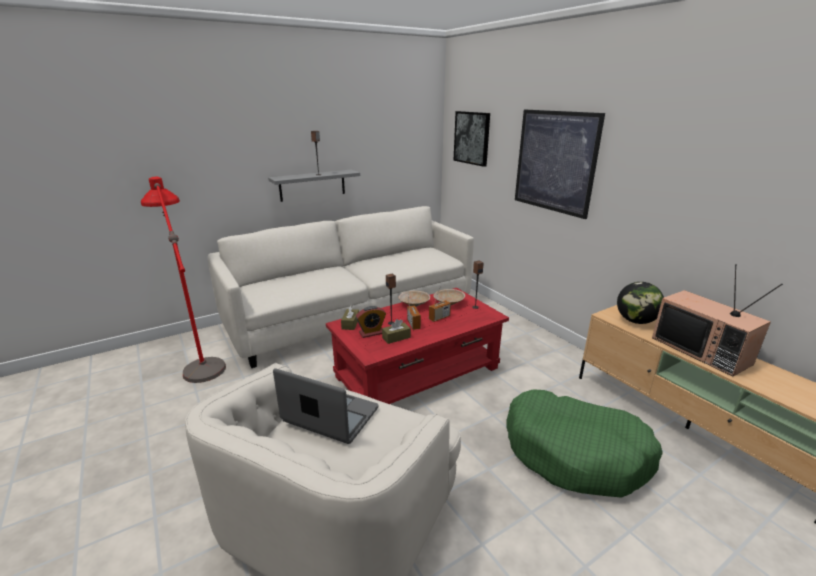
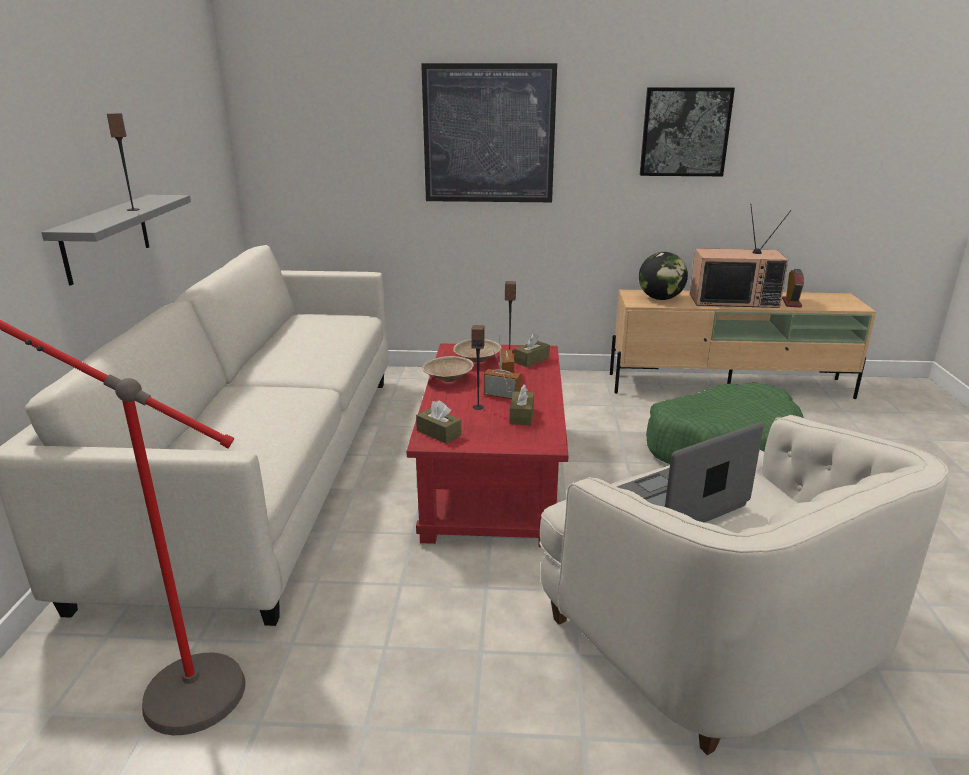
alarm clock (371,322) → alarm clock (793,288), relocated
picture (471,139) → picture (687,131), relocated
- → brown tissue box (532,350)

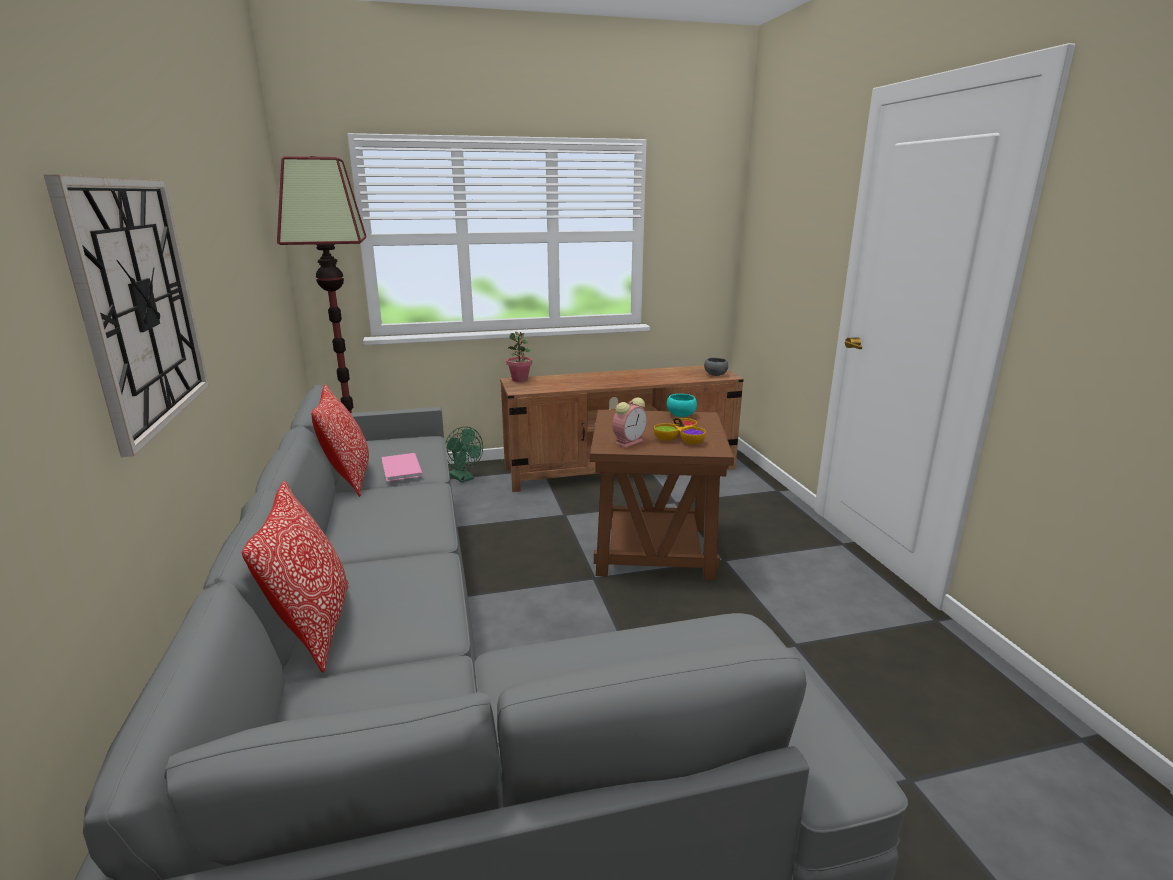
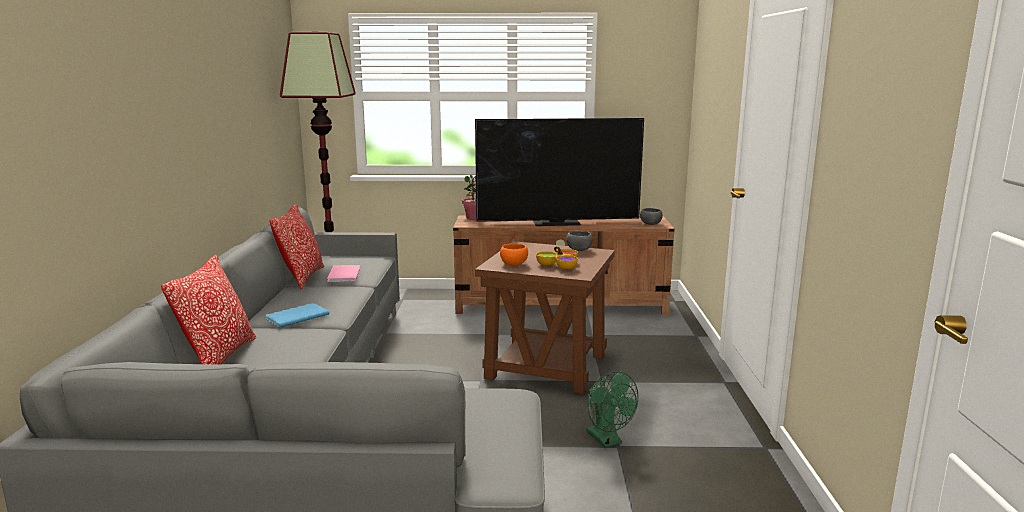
wall clock (126,316) → -
green fan (464,454) → green fan (612,409), relocated
alarm clock (629,422) → orange bowl (514,255)
turquoise bowl (682,405) → grey bowl (579,241)
- → blue book (297,315)
- → television (559,172)

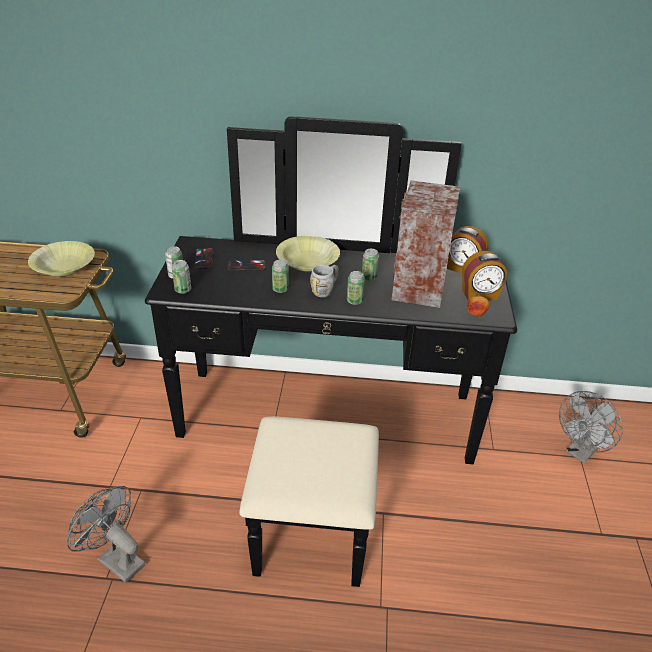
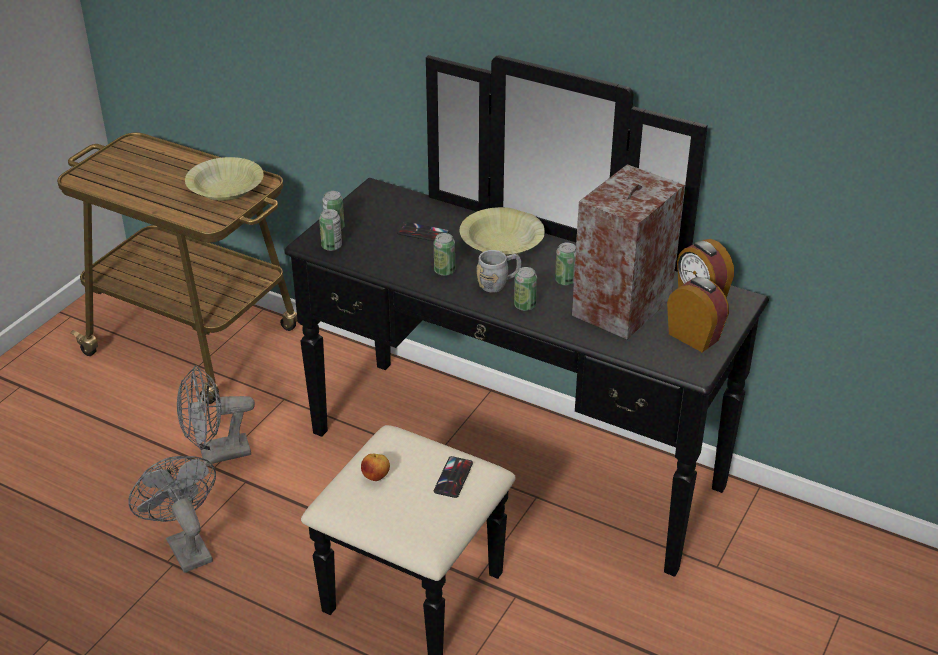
phone (203,258) → phone (453,477), relocated
alarm clock (484,276) → alarm clock (698,314), 150 degrees counterclockwise
apple (478,306) → apple (375,467), relocated
grey fan (591,427) → grey fan (216,415), relocated

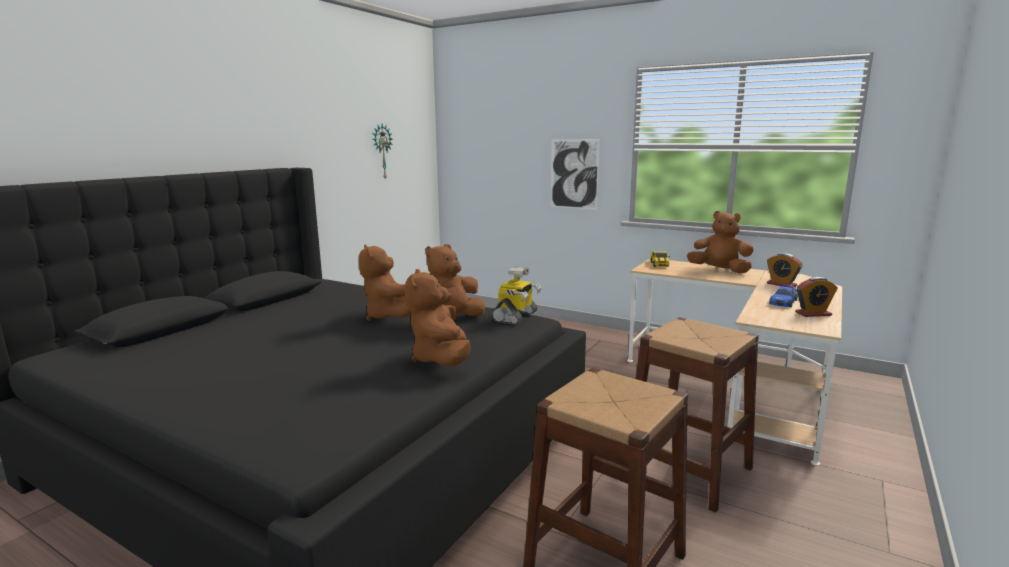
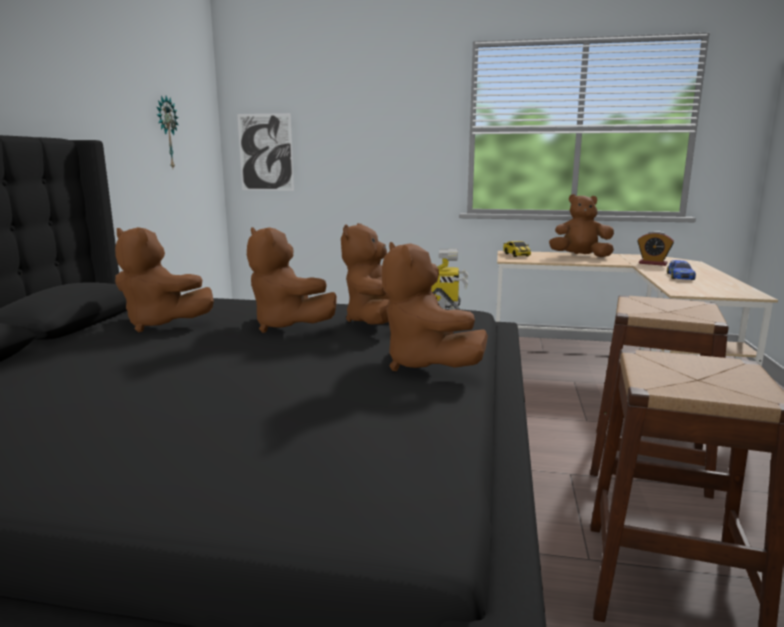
picture (575,174) → picture (265,152), relocated
alarm clock (816,297) → -
- → brown plush toy (164,280)

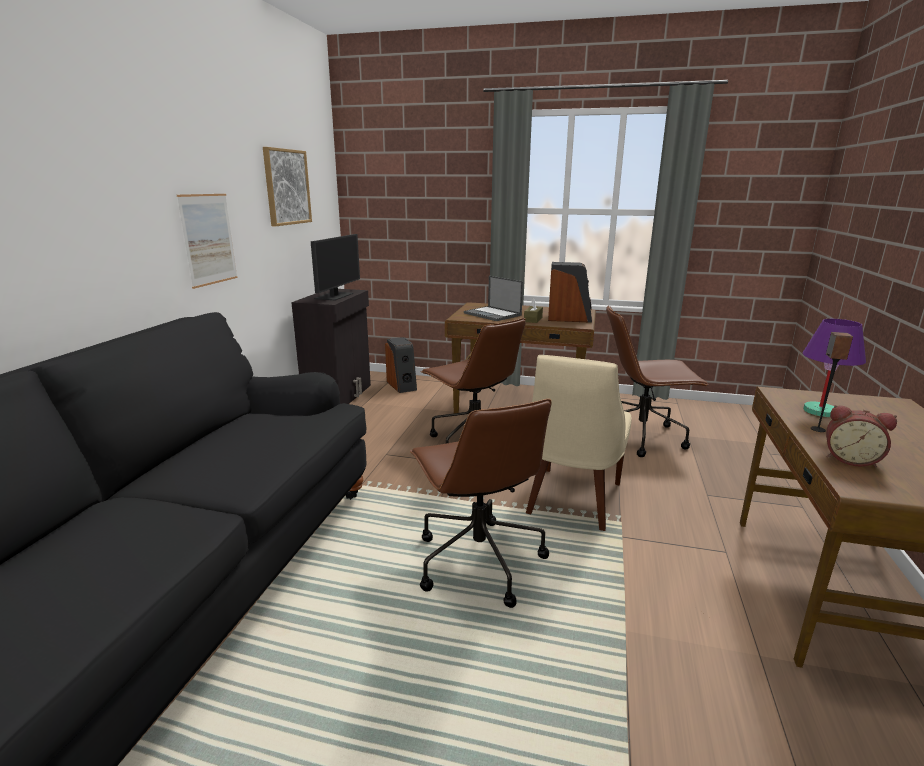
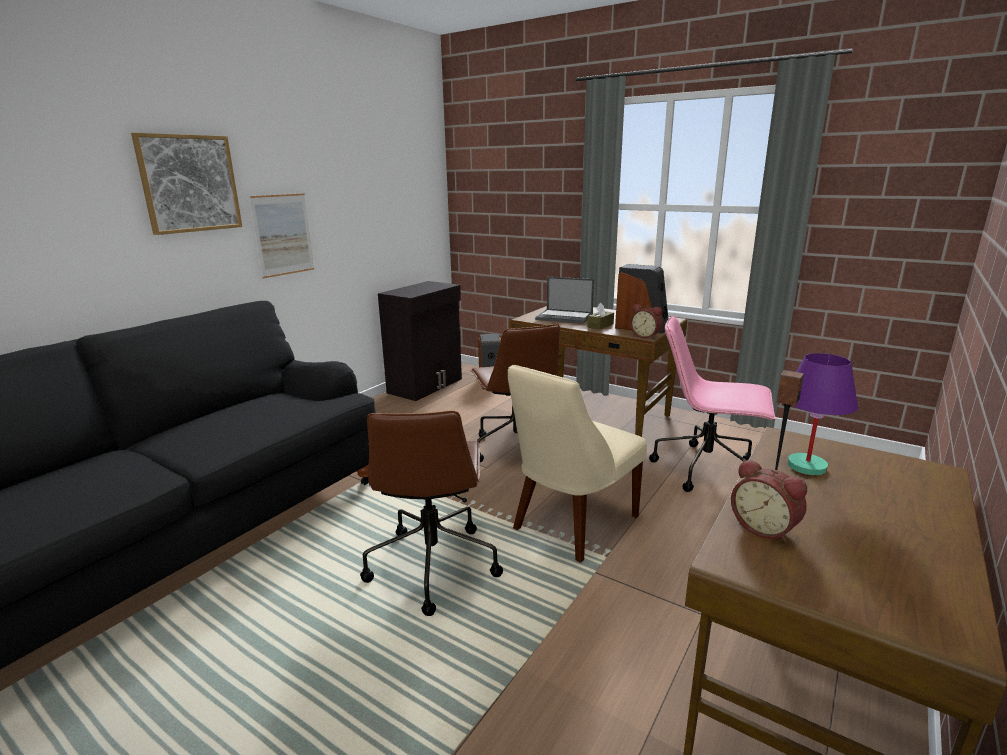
picture (287,186) → picture (186,184), relocated
monitor (335,267) → -
laptop (493,298) → laptop (564,300), 45 degrees counterclockwise
brown office chair (657,381) → pink office chair (712,404)
- → alarm clock (646,321)

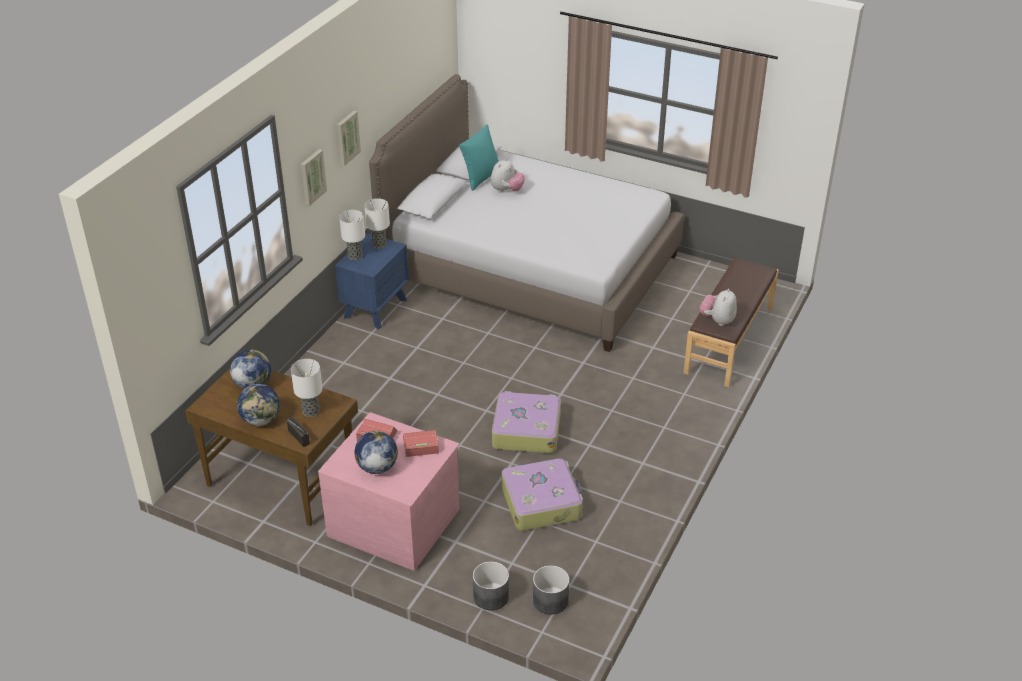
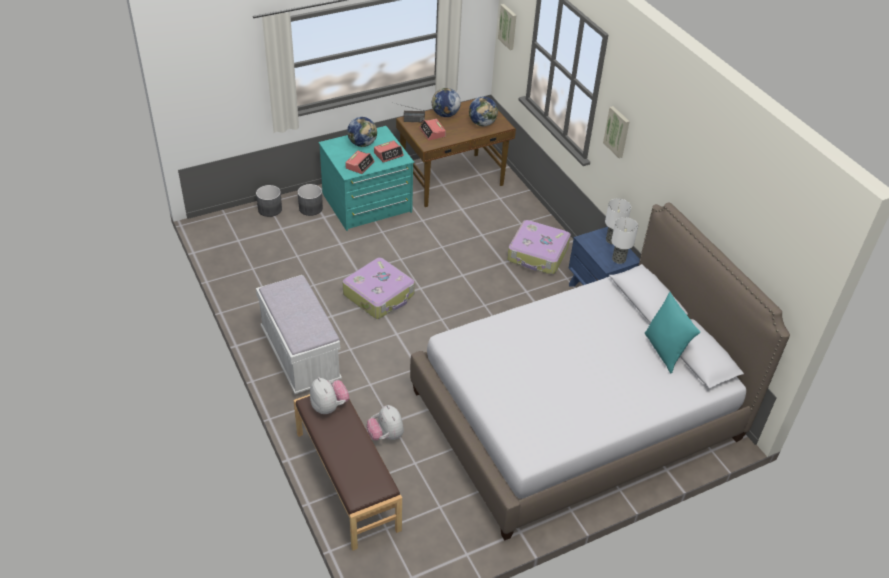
table lamp (307,388) → alarm clock (432,129)
pink dresser (388,491) → turquoise dresser (366,178)
picture (349,138) → picture (507,27), relocated
plush toy (507,175) → plush toy (385,422), relocated
suitcase (542,494) → suitcase (539,247), relocated
grey planter (551,589) → grey planter (310,200), relocated
- → white bench (299,334)

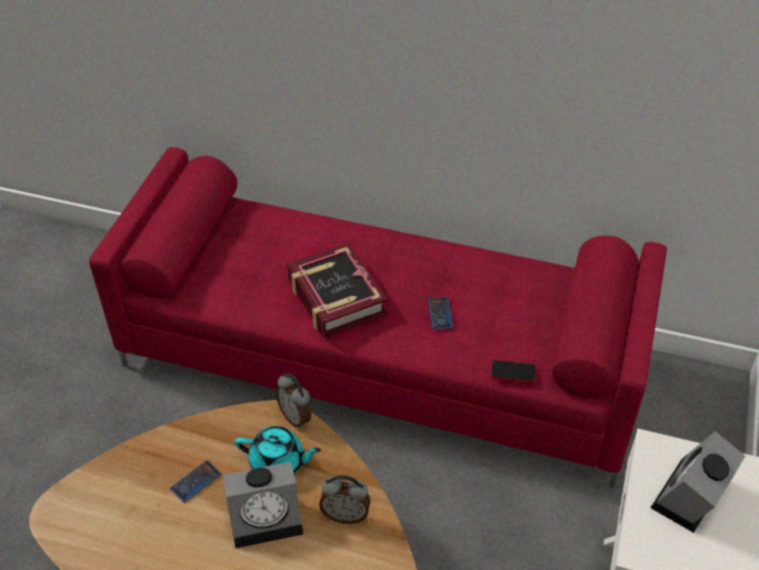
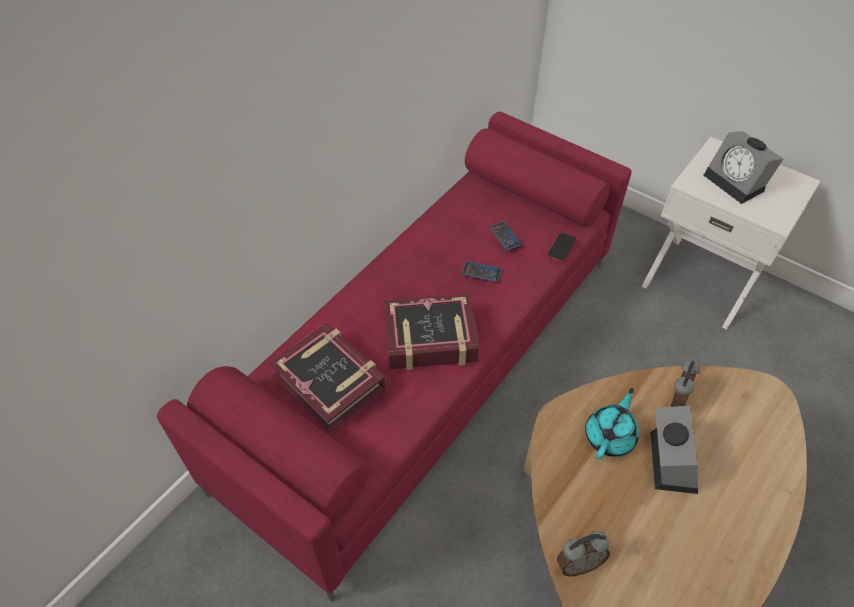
phone (195,481) → phone (505,236), relocated
alarm clock (293,400) → alarm clock (583,553), relocated
- → book (328,378)

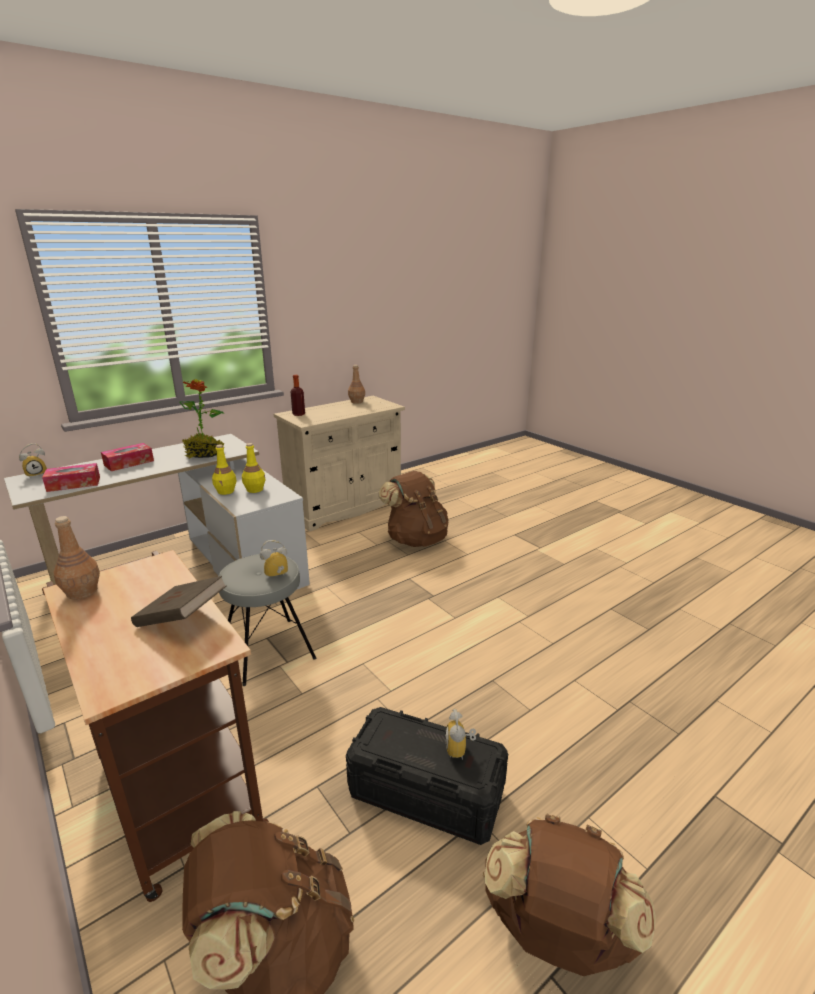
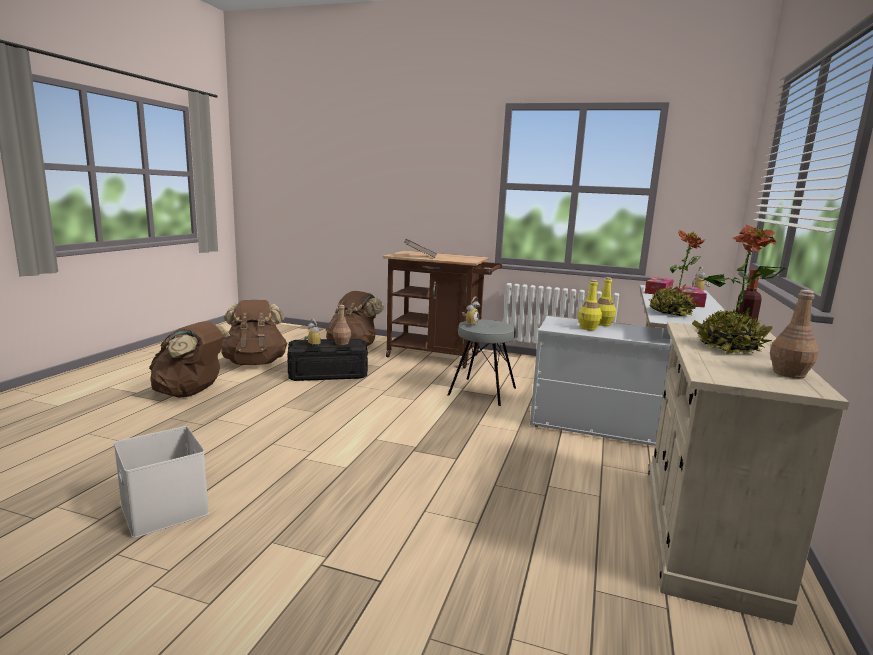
brown bottle (77,558) → brown bottle (342,325), relocated
brown backpack (413,509) → brown backpack (189,359), relocated
- → white storage box (161,482)
- → potted plant (738,289)

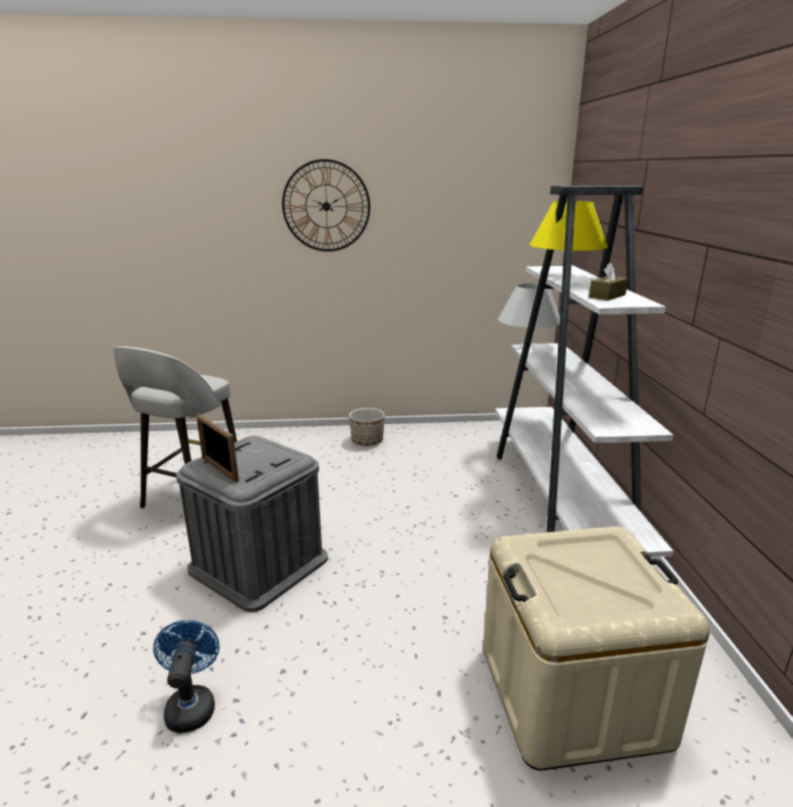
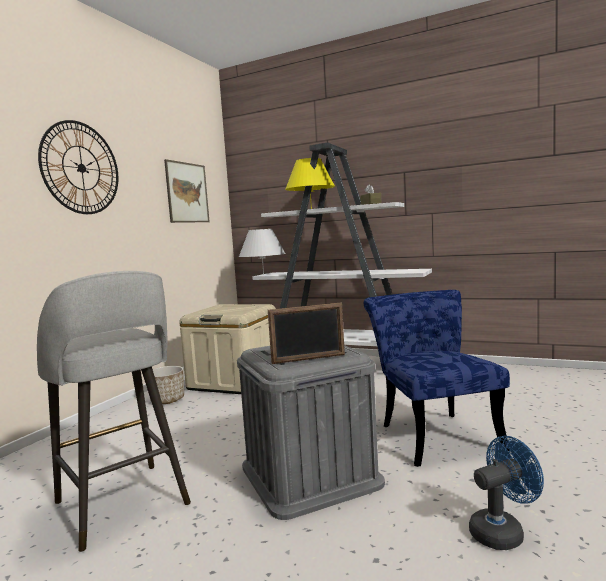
blue fan (186,676) → blue fan (506,493), 135 degrees clockwise
beige storage box (596,648) → beige storage box (227,349), relocated
- → picture (187,191)
- → blue chair (437,378)

